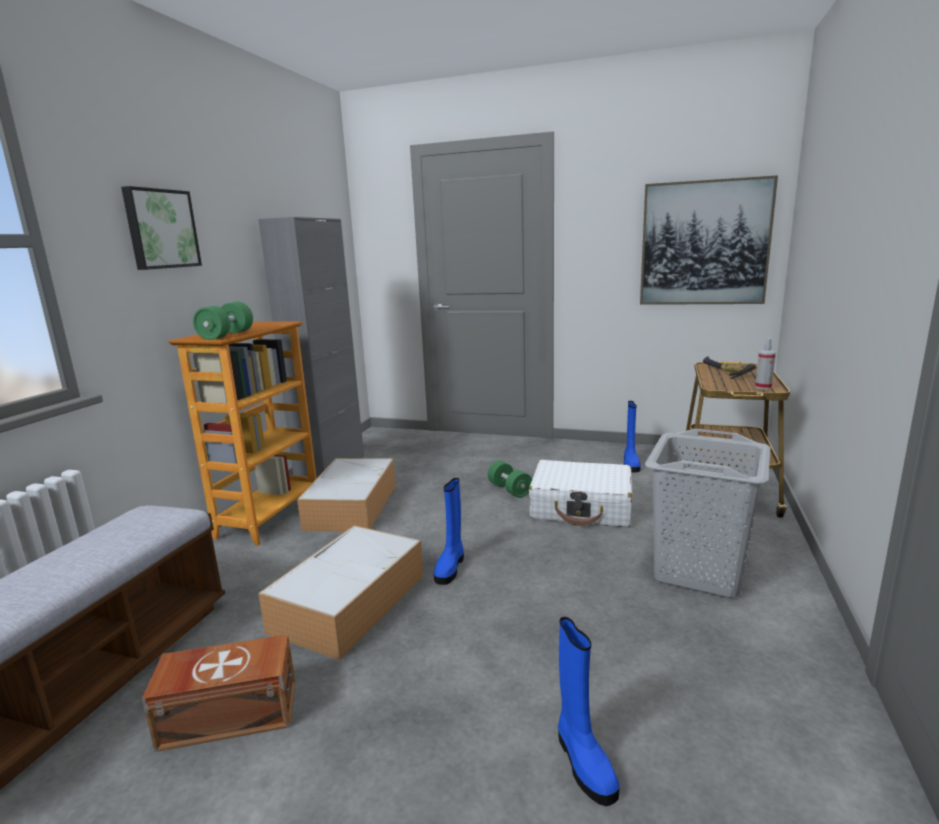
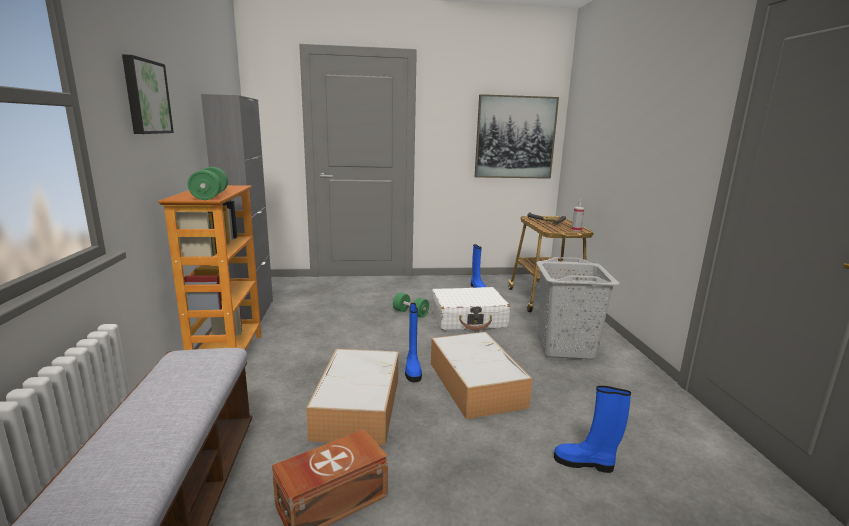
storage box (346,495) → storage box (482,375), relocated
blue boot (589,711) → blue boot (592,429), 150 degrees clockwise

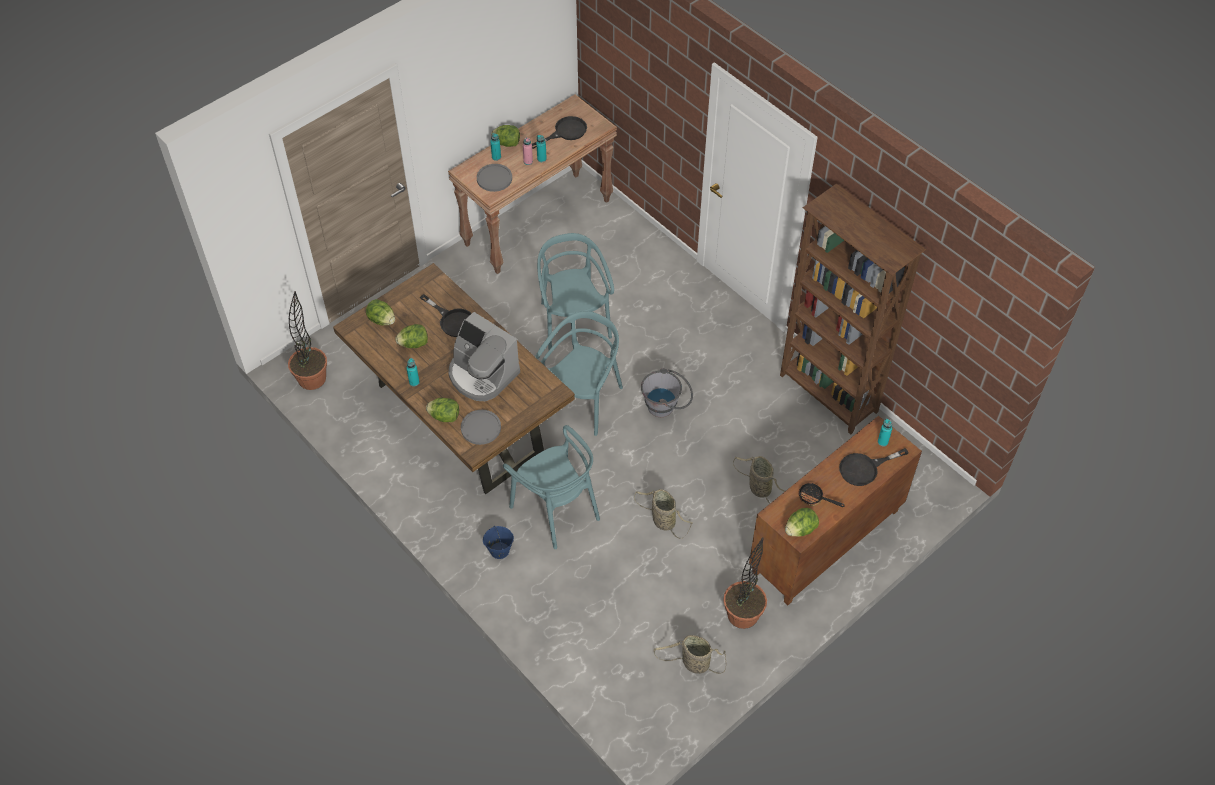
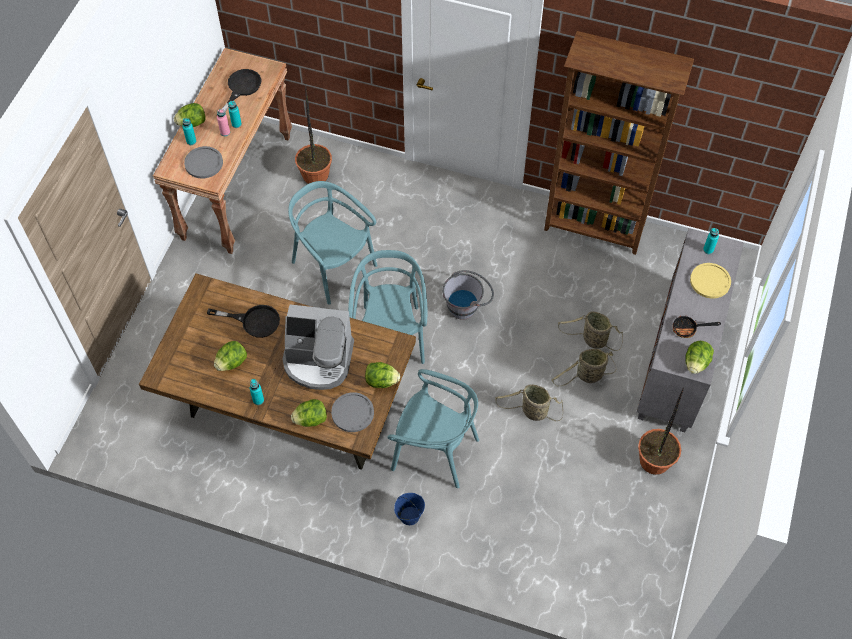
potted plant (307,340) → potted plant (313,135), relocated
lettuce (380,312) → lettuce (382,375), relocated
basket (690,654) → basket (584,367), relocated
brown cabinet (835,510) → grey cabinet (690,330)
black frying pan (873,467) → yellow plate (710,280)

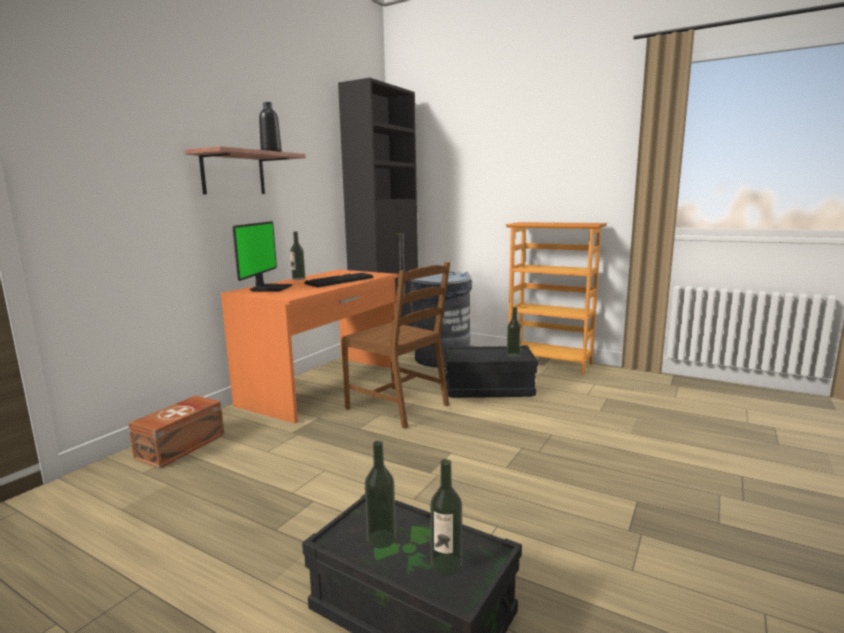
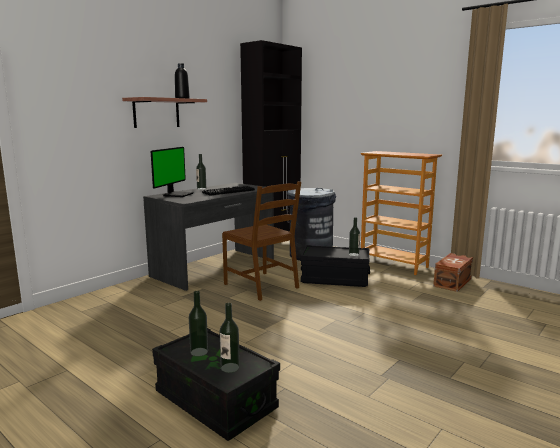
brown storage box (176,432) → brown storage box (453,272), relocated
orange desk (309,346) → grey desk (208,237)

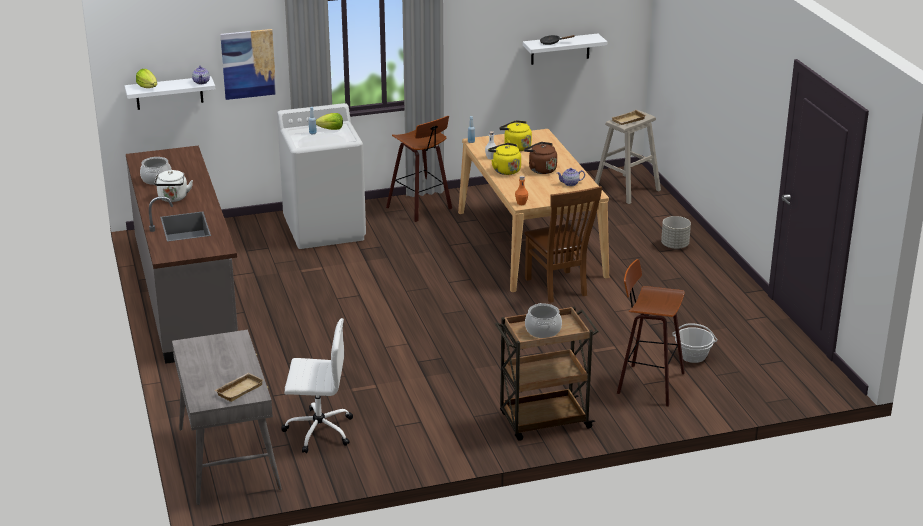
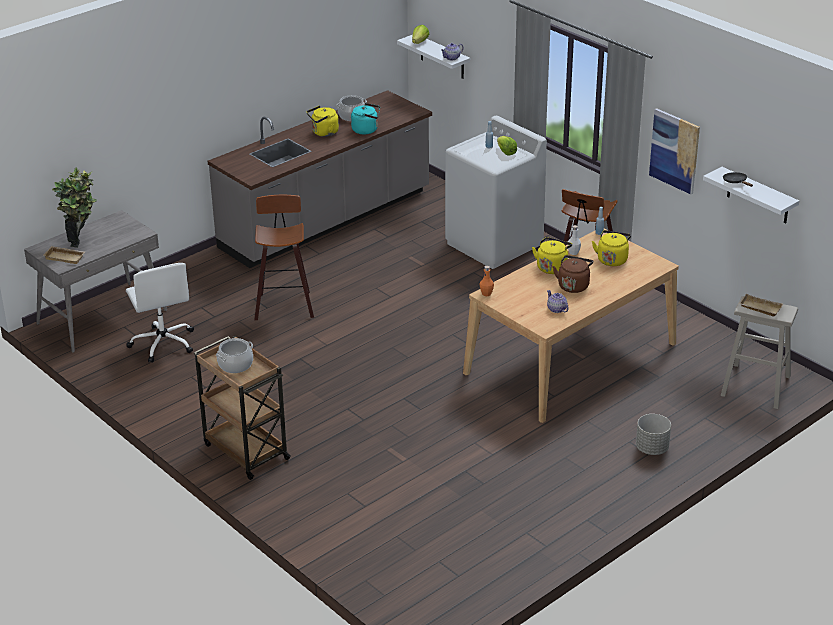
white kettle (173,186) → yellow kettle (323,121)
picture (248,64) → picture (674,151), relocated
brown chair (563,244) → -
stool (651,333) → stool (284,257), relocated
basket (694,343) → -
- → potted plant (74,207)
- → turquoise kettle (365,118)

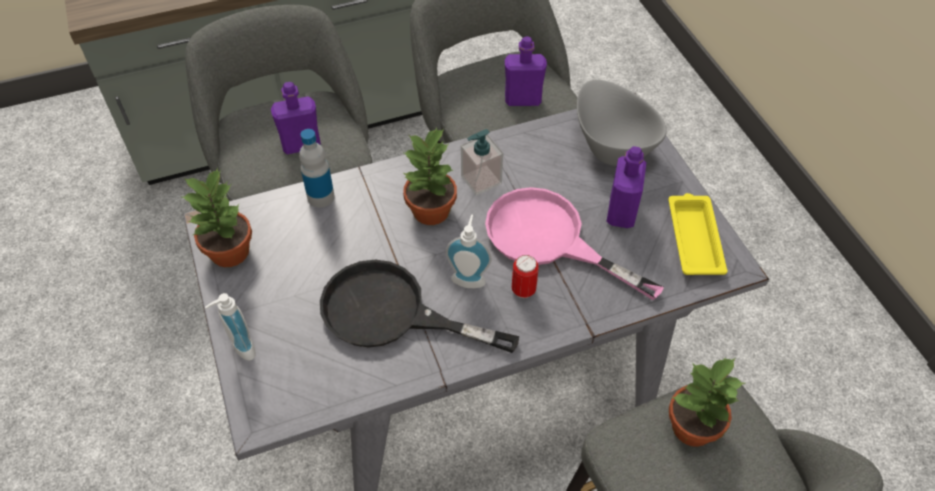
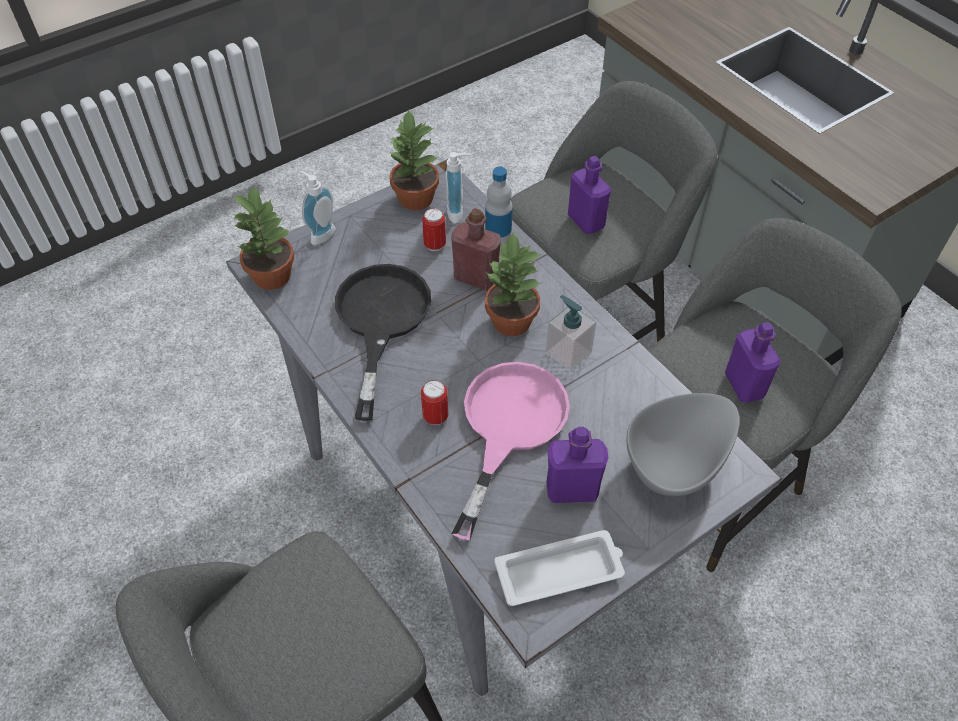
soap dispenser (468,251) → soap dispenser (458,187), relocated
yellow tray (697,234) → white tray (559,568)
potted plant (707,402) → potted plant (263,237), relocated
- → can (434,229)
- → red bottle (476,249)

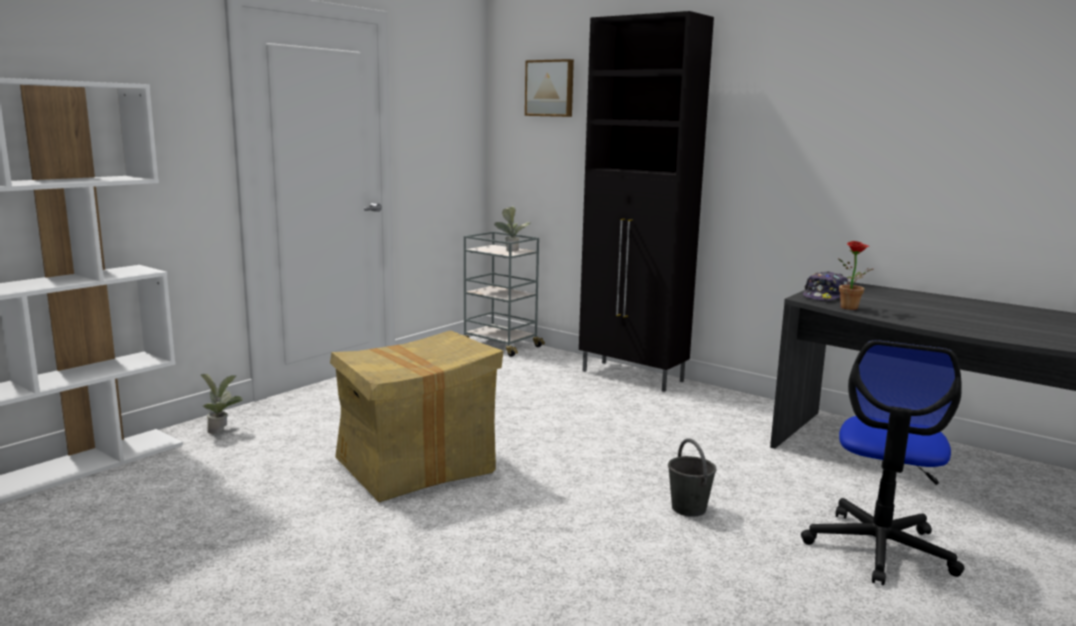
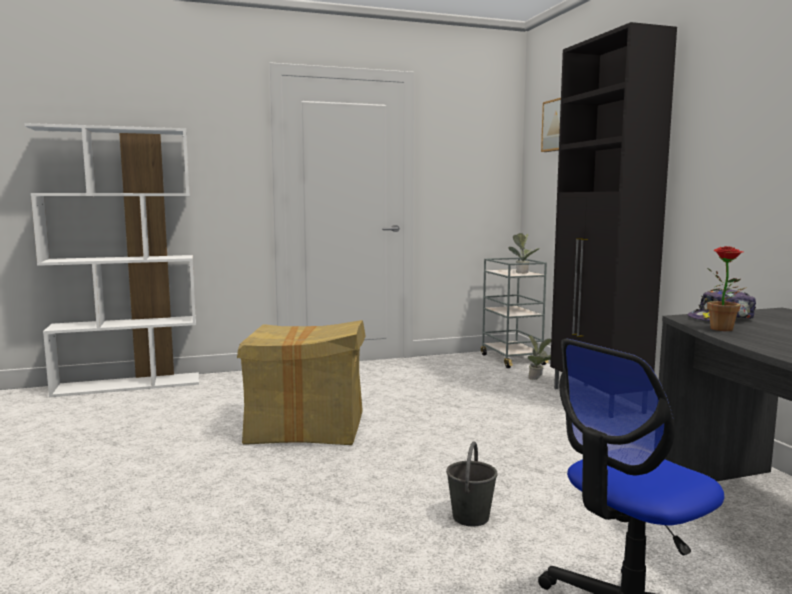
potted plant (222,404) → potted plant (539,357), relocated

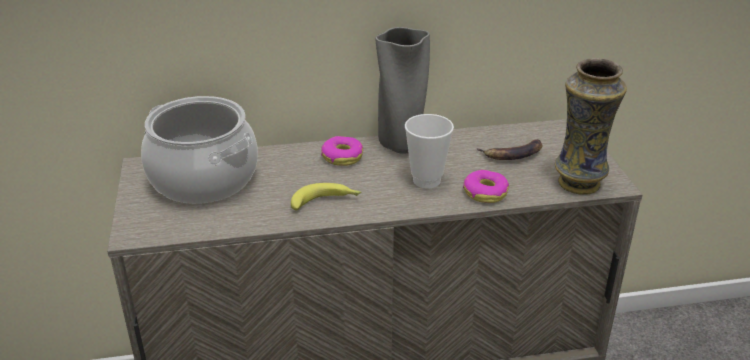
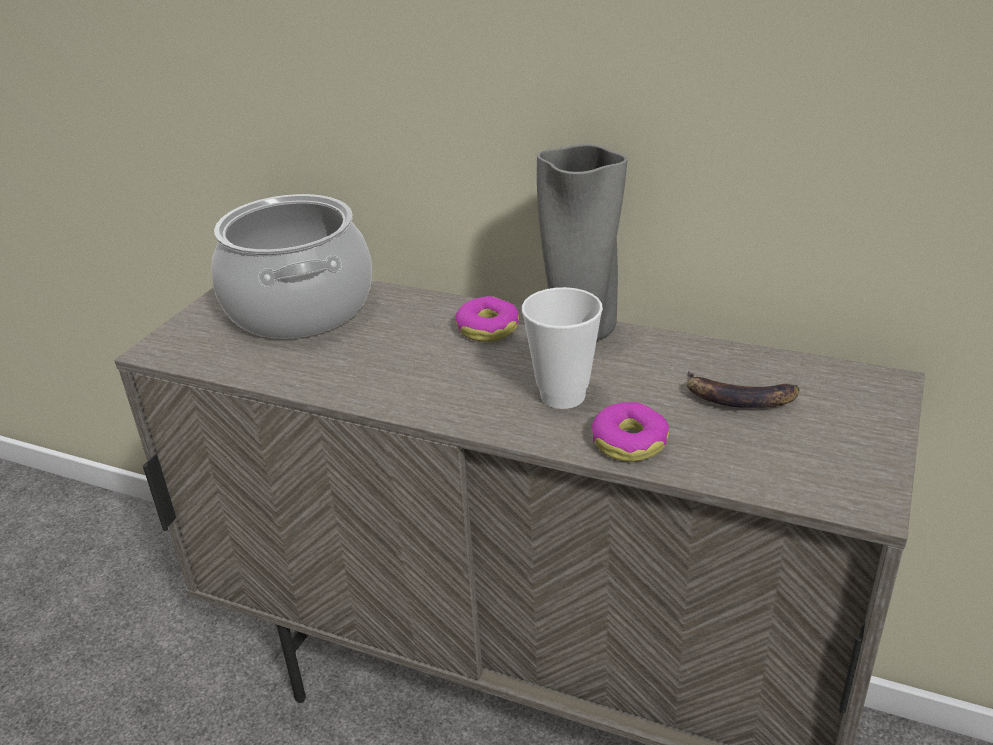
banana (326,196) → -
vase (591,126) → -

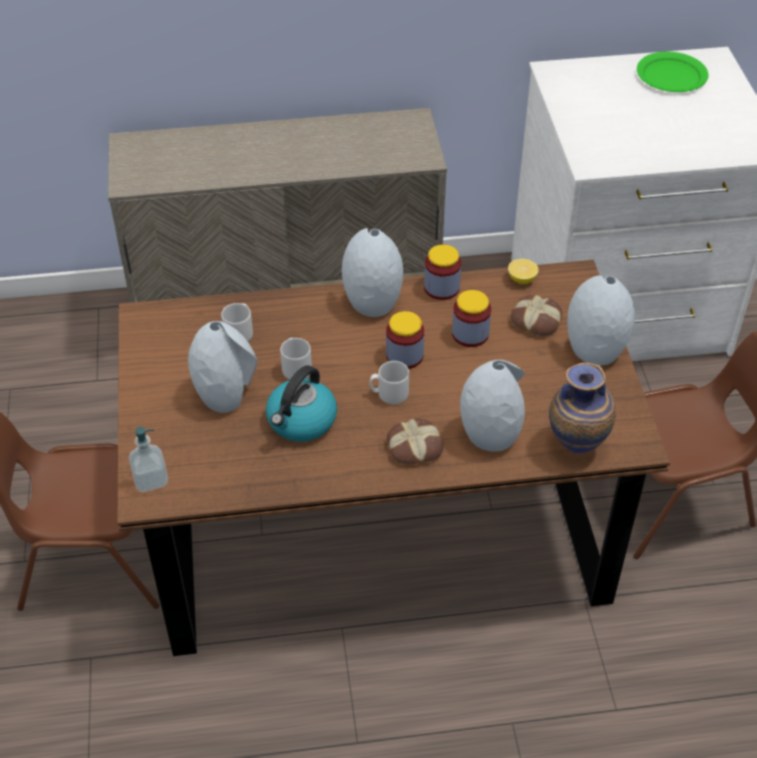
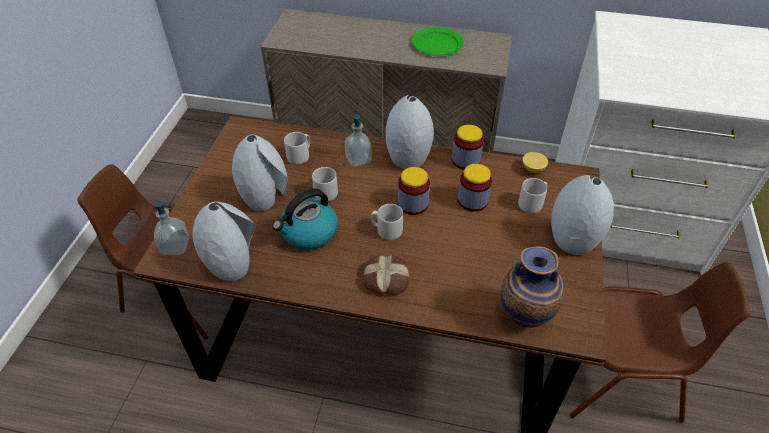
grey vase (492,406) → grey vase (224,241), relocated
bread (536,316) → grey mug (532,195)
green plate (672,72) → green plate (437,41), relocated
- → soap dispenser (358,141)

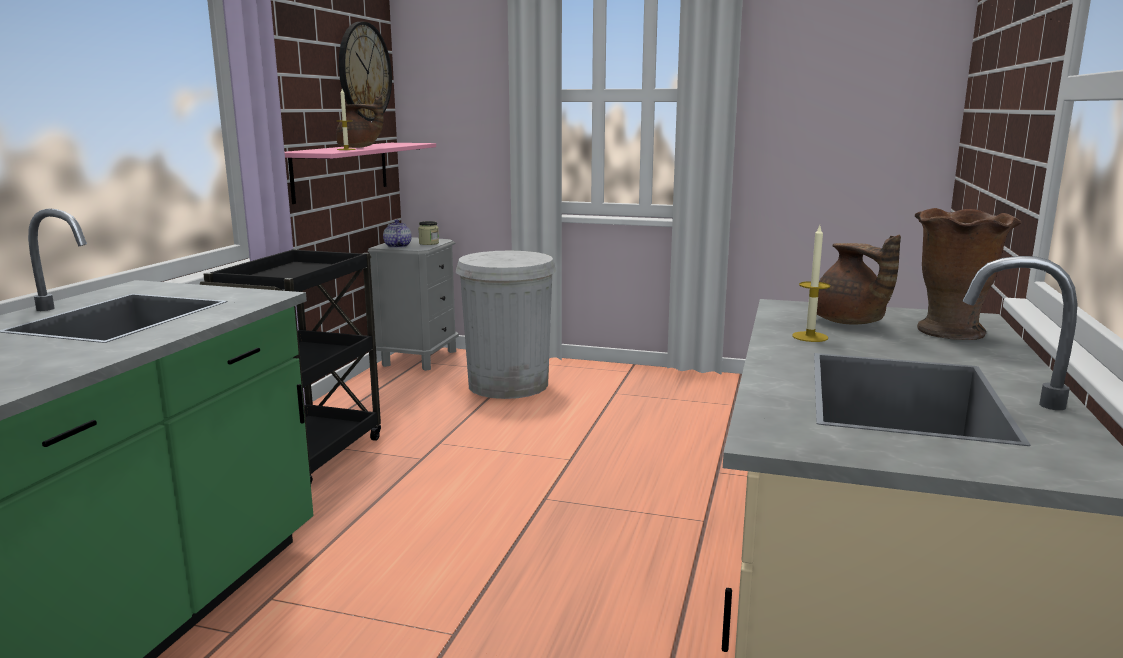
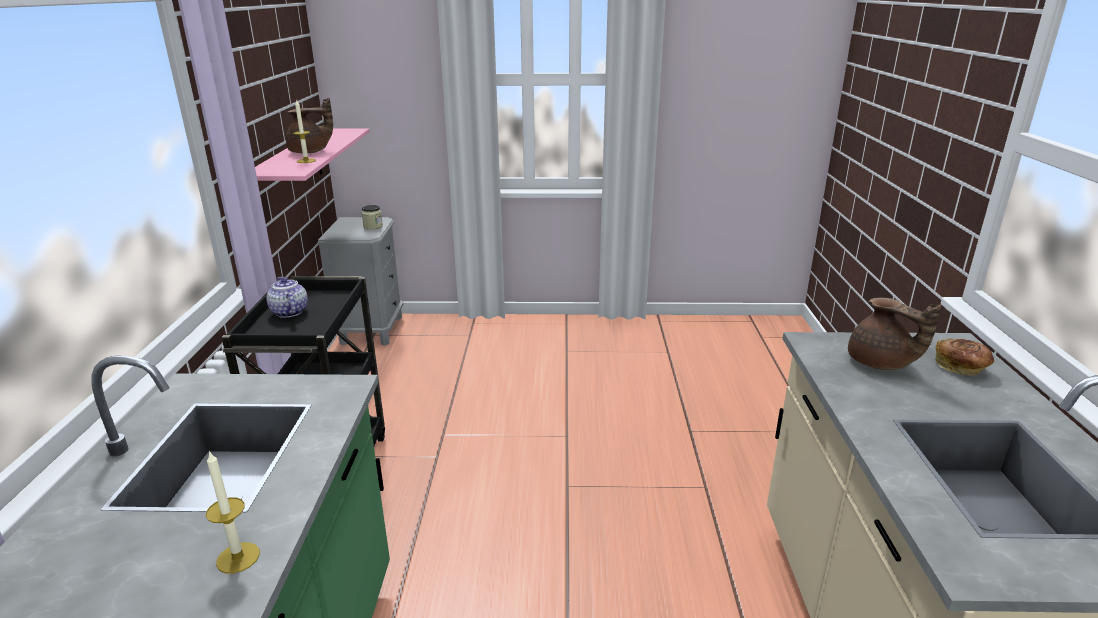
wall clock (365,71) → -
teapot (397,233) → teapot (287,297), relocated
white trash can (506,325) → -
candle (811,284) → candle (233,512), relocated
brown vase (968,274) → bread (964,357)

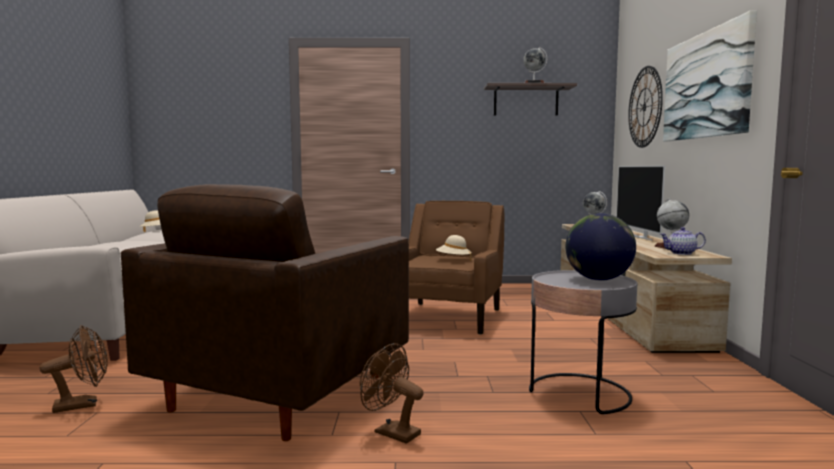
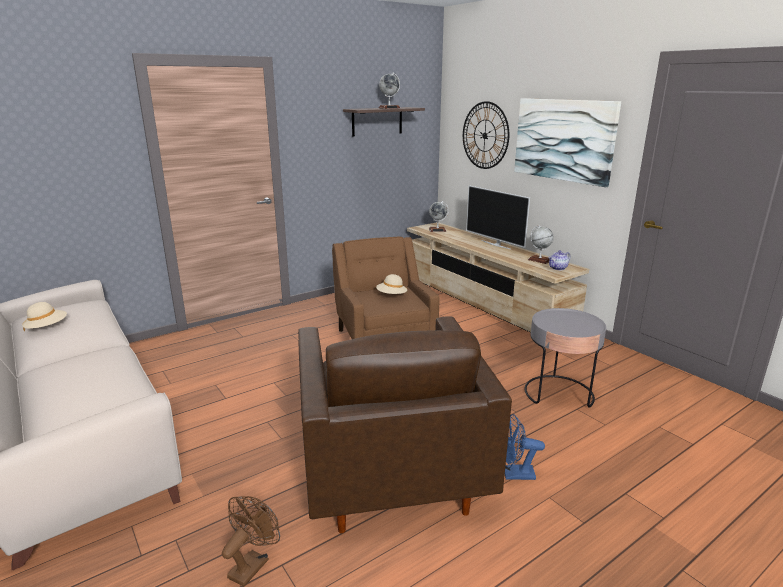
brown fan (392,393) → blue fan (525,447)
globe (601,247) → -

